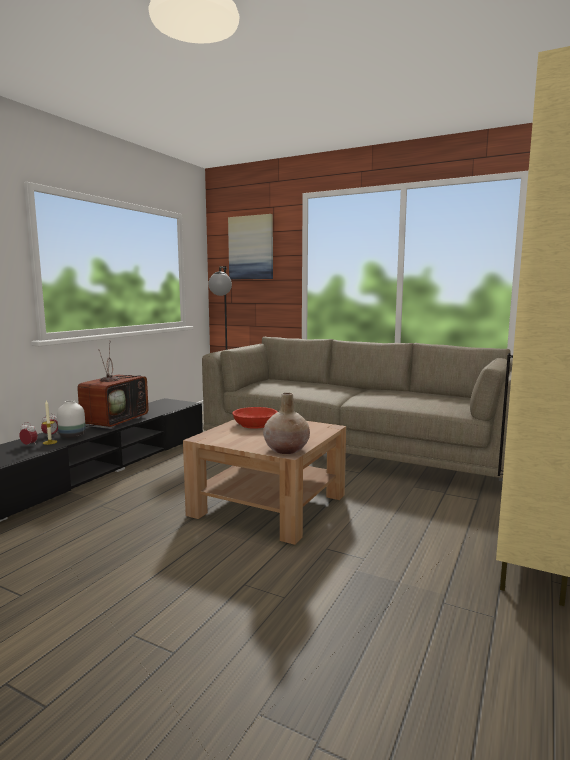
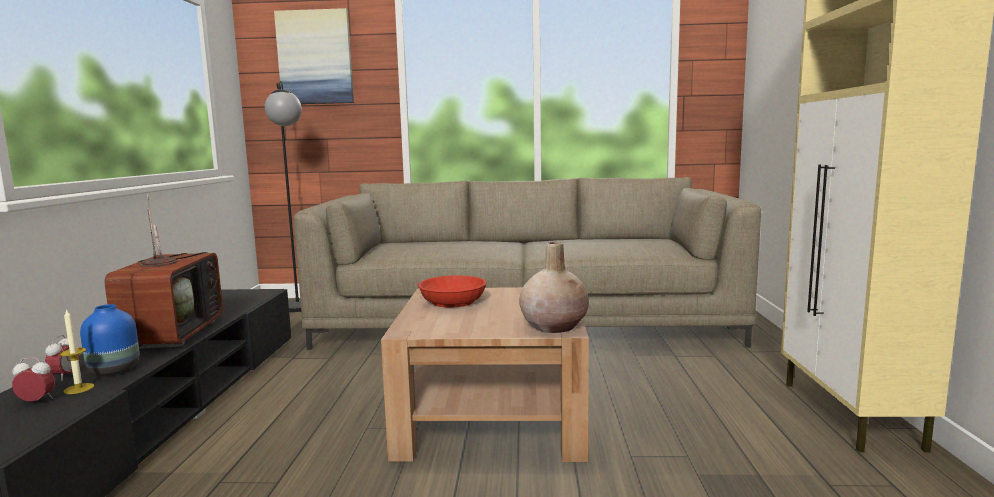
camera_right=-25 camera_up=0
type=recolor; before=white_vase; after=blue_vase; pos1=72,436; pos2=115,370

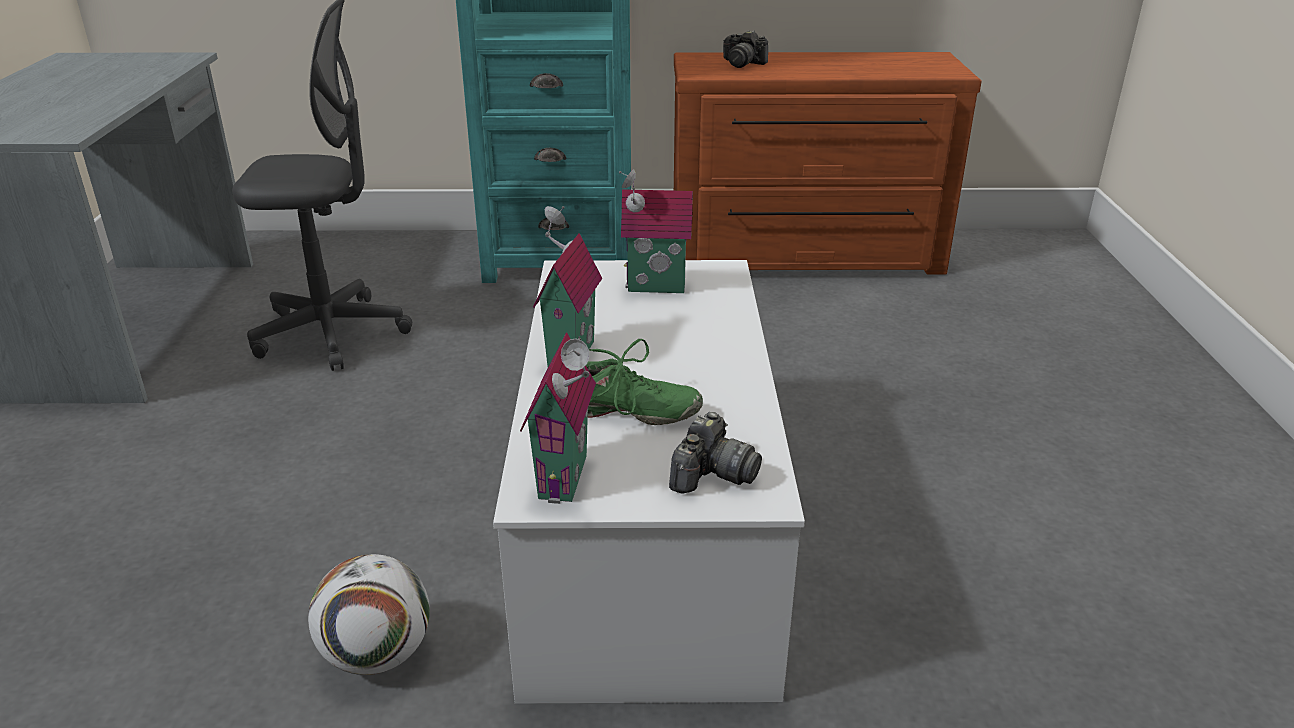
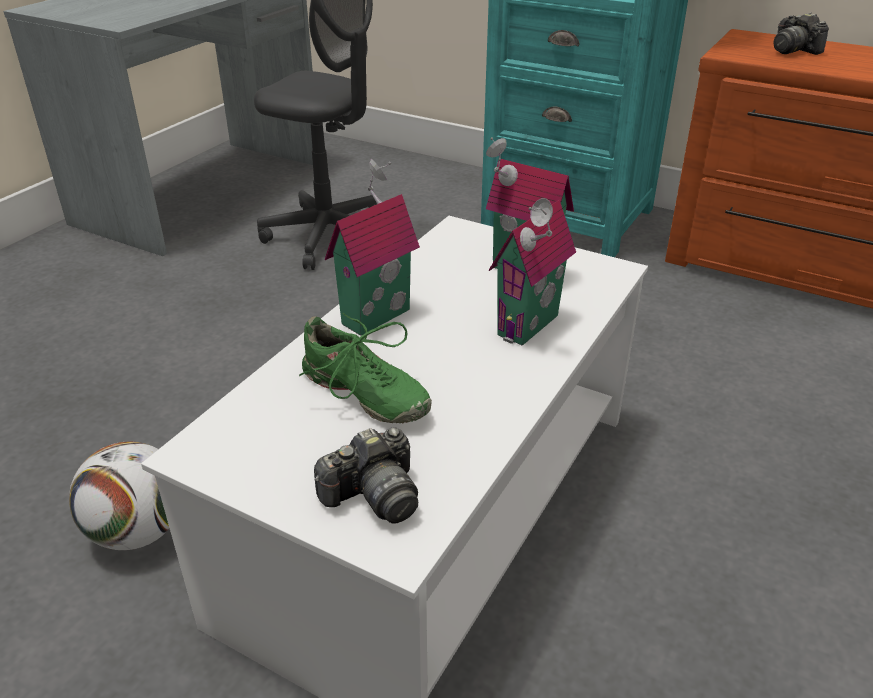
camera_right=30 camera_up=5
type=move; before=toy_house; pos1=568,477; pos2=531,327

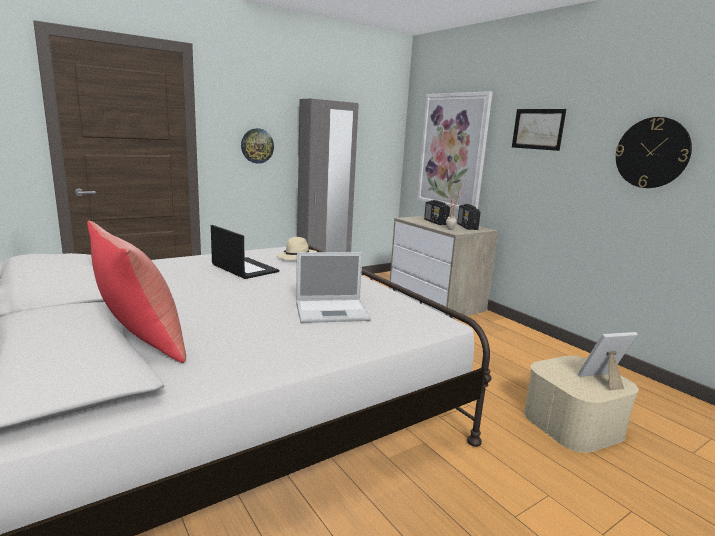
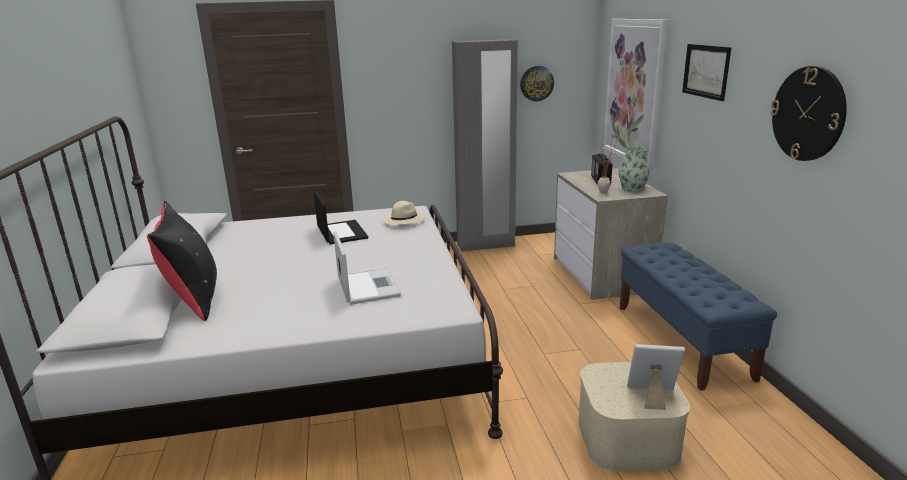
camera_right=25 camera_up=5
type=recolor; before=red_pillow; after=black_pillow; pos1=140,342; pos2=194,299
type=move; before=wall_clock; pos1=257,146; pos2=536,83
type=rotate; before=laptop; pos1=333,311; pos2=367,286; turn=-120
type=replace; before=radio; after=vase; pos1=467,227; pos2=632,188
type=insert; after=blue_bench; pos2=682,341

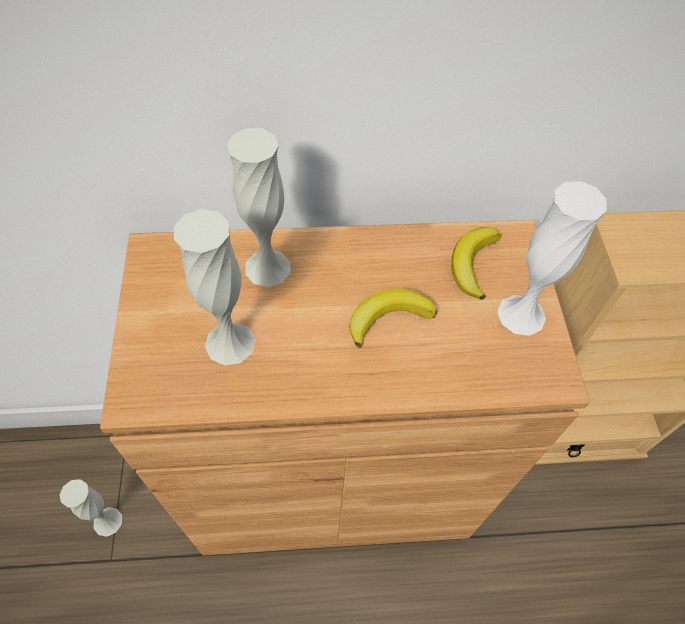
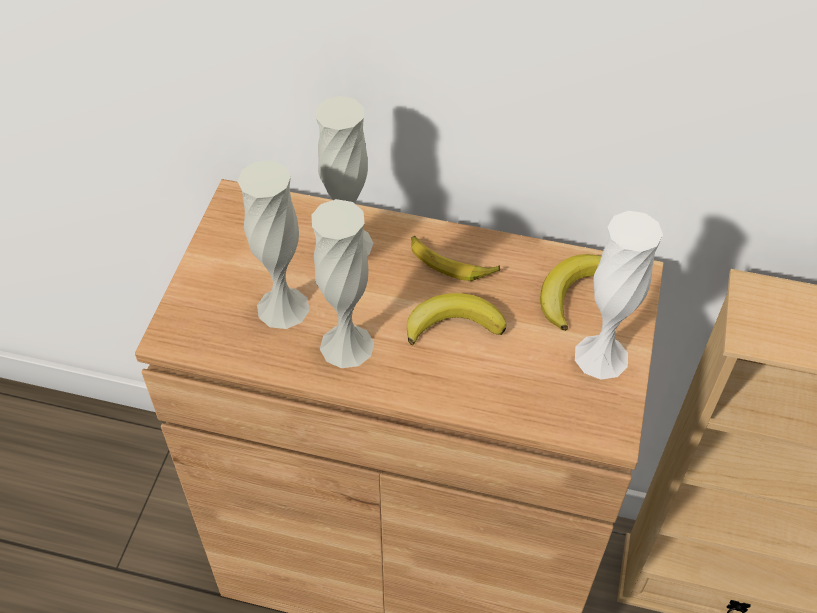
camera_right=20 camera_up=-5
type=move; before=white_vase; pos1=107,521; pos2=347,345
type=insert; after=banana; pos2=451,263

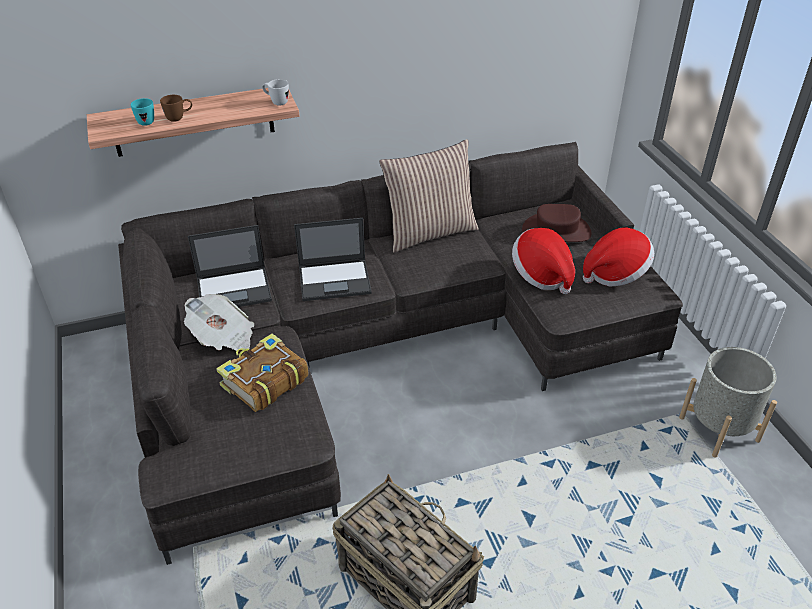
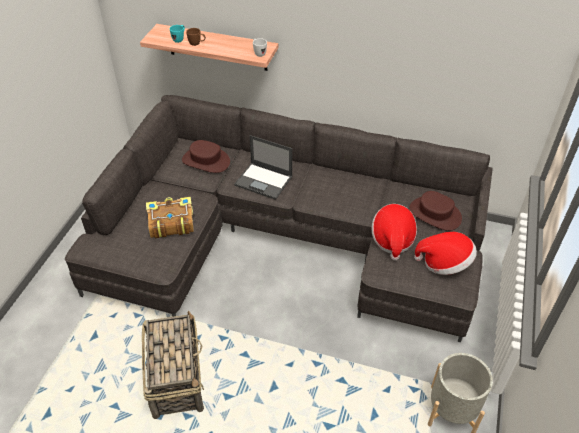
camera_right=35 camera_up=5
type=delete; before=newspaper; pos1=223,337
type=replace; before=laptop; after=brown_hat; pos1=235,289; pos2=206,161
type=delete; before=pillow; pos1=429,232

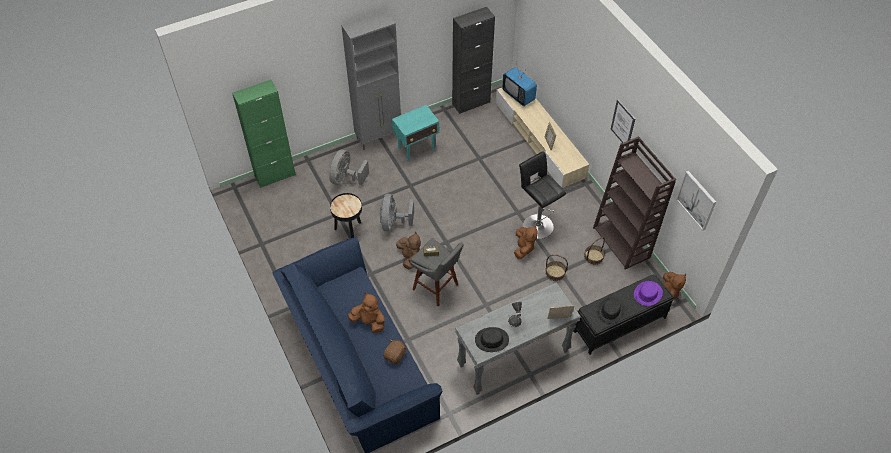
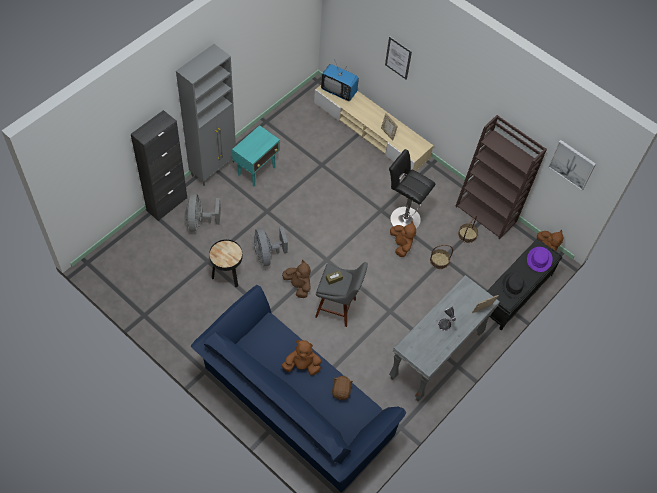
camera_right=-25 camera_up=5
type=delete; before=green_cabinet; pos1=275,175
type=move; before=black_cabinet; pos1=471,103; pos2=167,204
type=delete; before=black_hat; pos1=491,340
type=move; before=picture; pos1=623,124; pos2=398,58

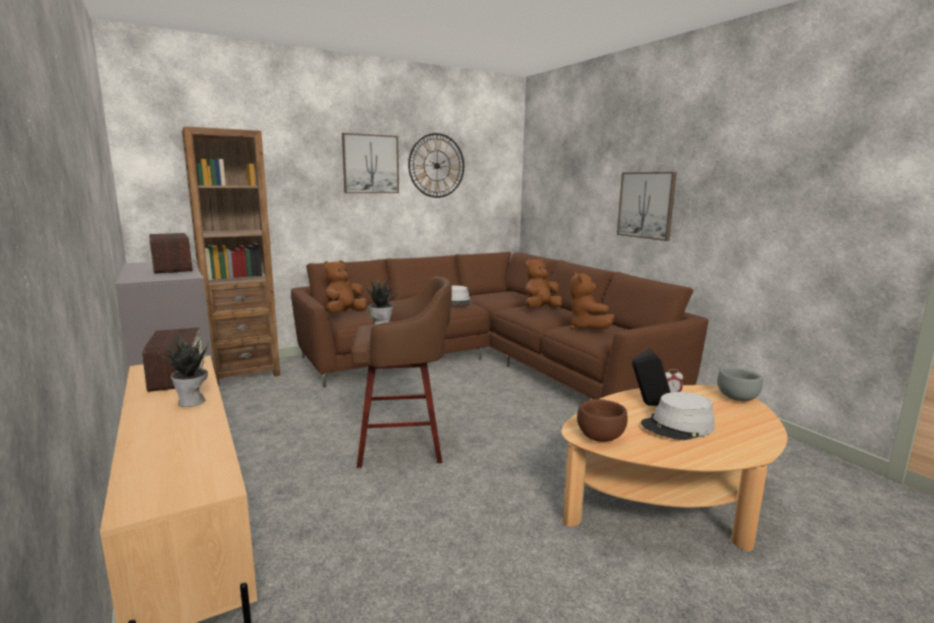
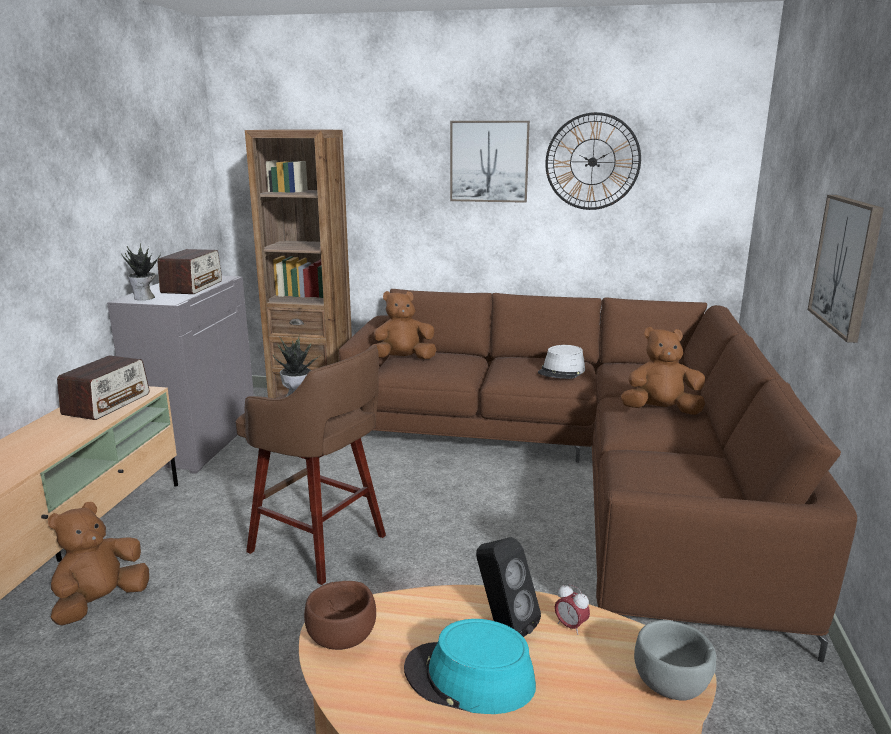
camera_right=40 camera_up=5
type=move; before=potted_plant; pos1=193,402; pos2=145,298
type=move; before=brown_plush_toy; pos1=587,328; pos2=101,603
type=recolor; before=grey_hat; after=turquoise_hat; pos1=678,426; pos2=469,678

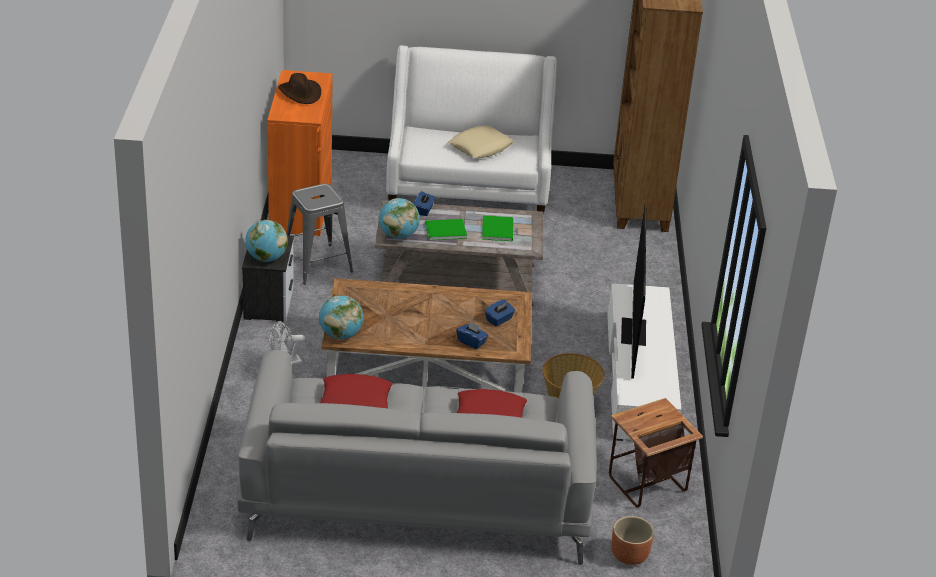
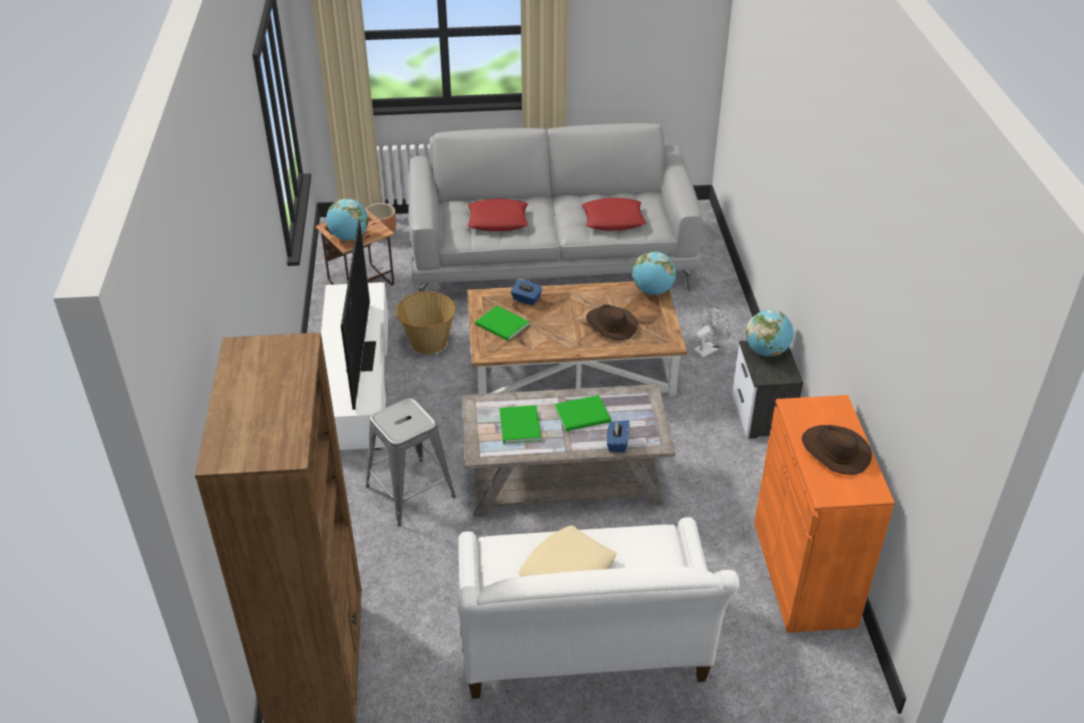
camera_right=175 camera_up=5
type=move; before=grey_stool; pos1=317,264; pos2=410,491
type=move; before=globe; pos1=398,235; pos2=349,237
type=replace; before=blue_tissue_box; after=green_book; pos1=499,320; pos2=502,326
type=insert; after=brown_hat; pos2=610,325

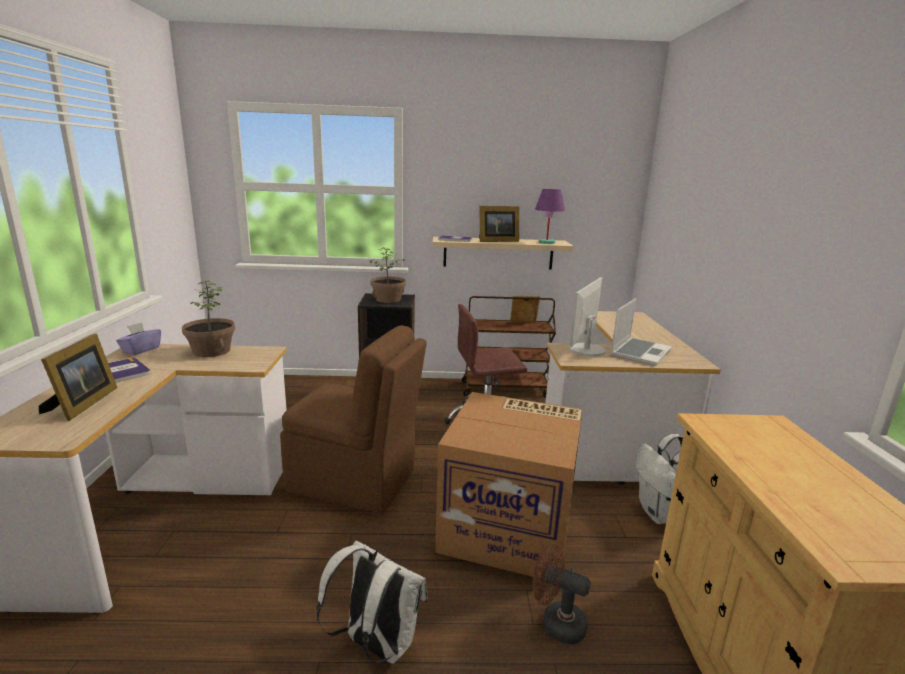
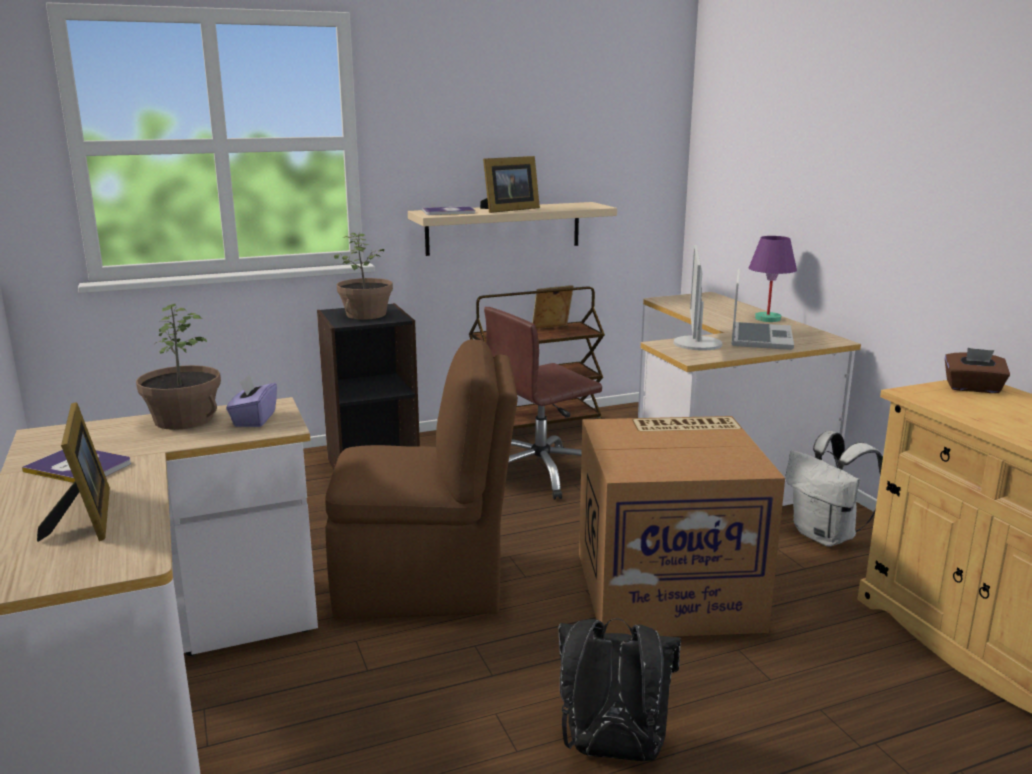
camera_right=-20 camera_up=0
type=move; before=purple_tissue_box; pos1=141,350; pos2=254,419
type=recolor; before=white_backpack; after=black_backpack; pos1=376,645; pos2=612,751
type=delete; before=brown_fan; pos1=556,623
type=move; before=purple_table_lamp; pos1=547,242; pos2=767,318
type=insert; after=brown_tissue_box; pos2=973,388

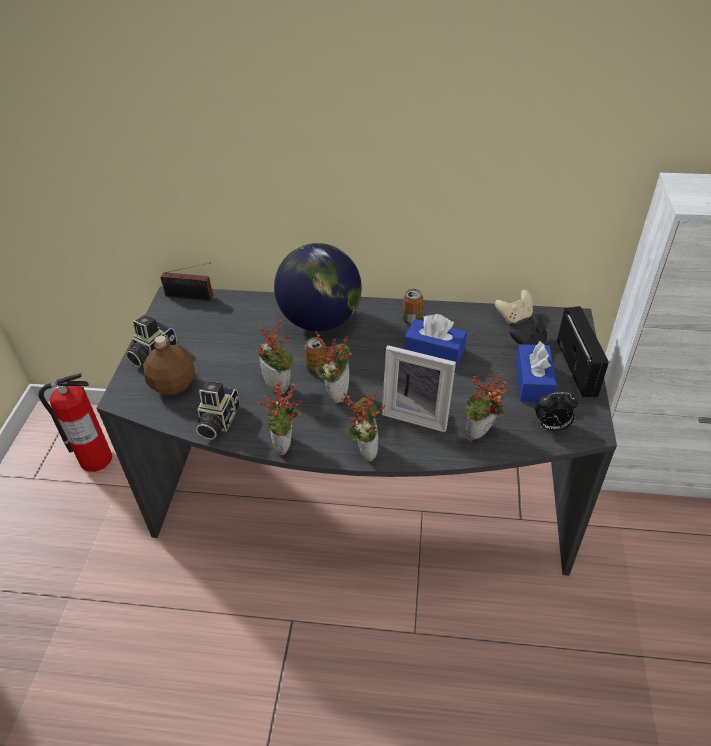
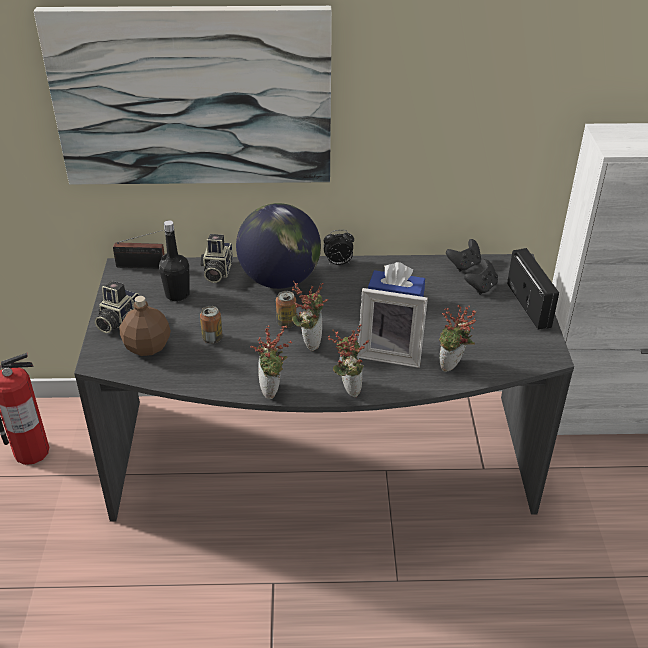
camera_right=-10 camera_up=-5
type=move; before=photo_camera; pos1=217,421; pos2=216,271
type=delete; before=potted_plant; pos1=280,386
type=move; before=can; pos1=412,320; pos2=212,338
type=recolor; before=beige_game_controller; after=black_game_controller; pos1=514,317; pos2=464,265
type=delete; before=blue_tissue_box; pos1=533,382
type=move; before=alarm_clock; pos1=551,426; pos2=338,263
type=insert; after=picture; pos2=193,97
type=insert; after=black_bottle; pos2=177,294

